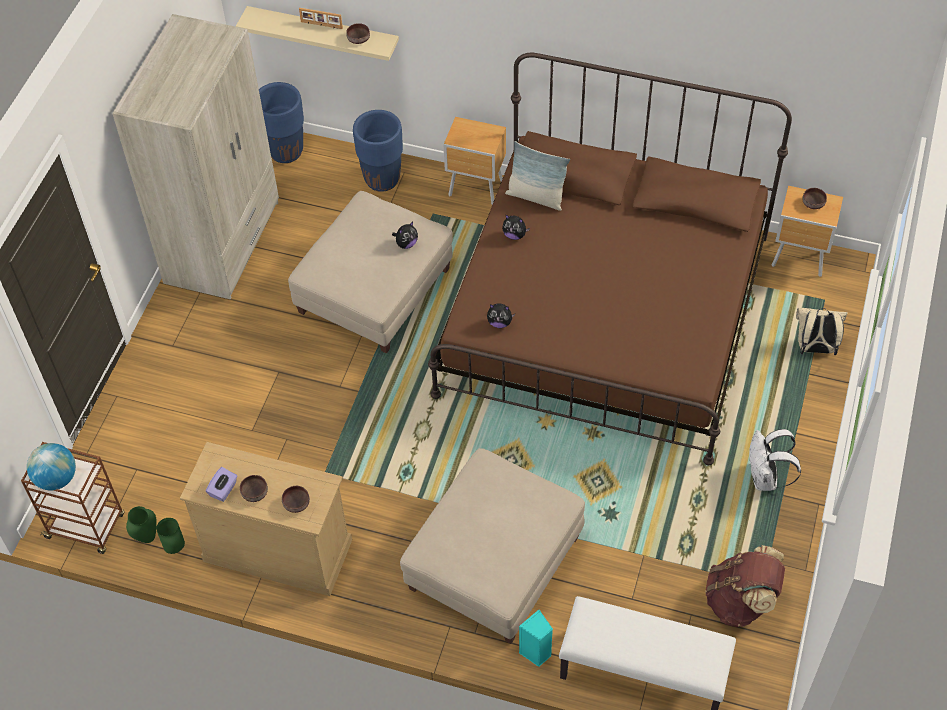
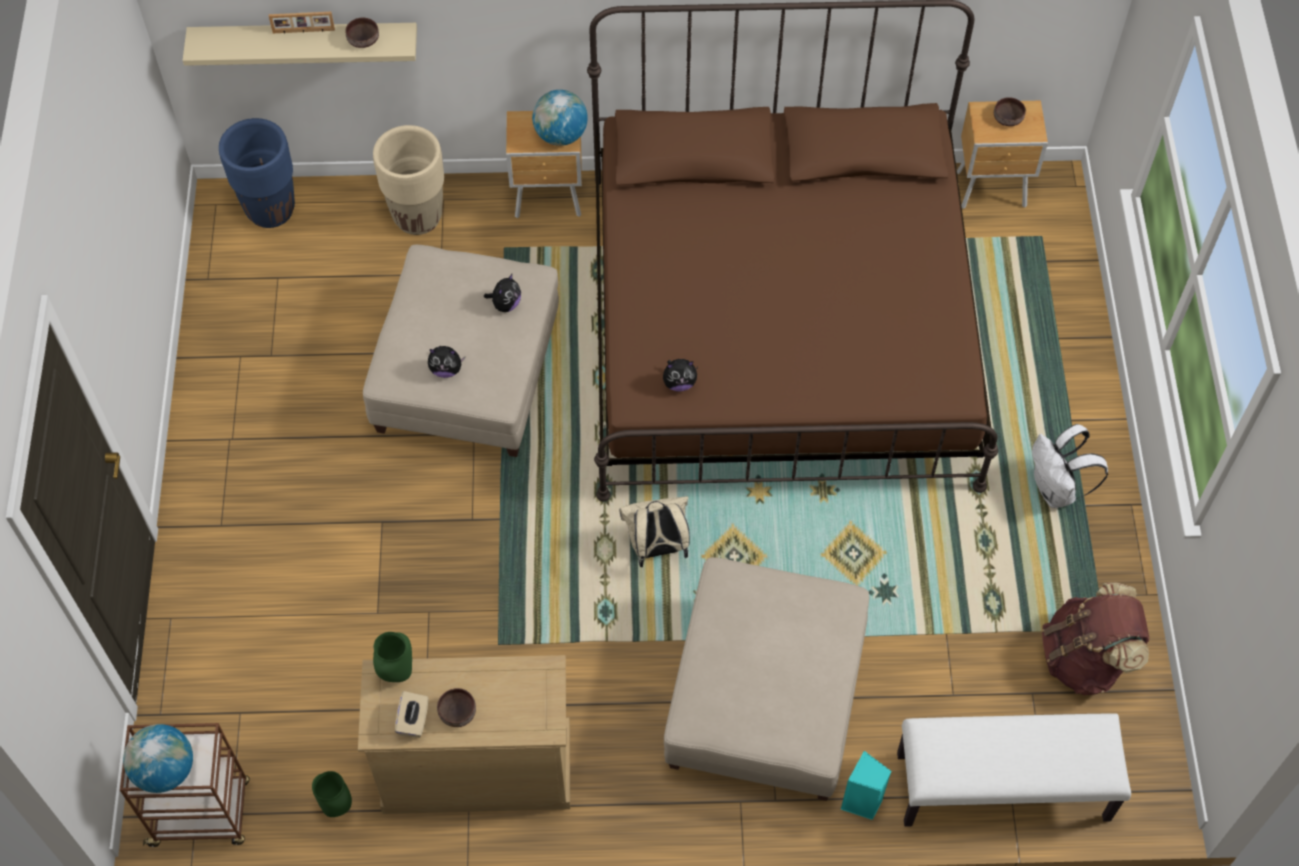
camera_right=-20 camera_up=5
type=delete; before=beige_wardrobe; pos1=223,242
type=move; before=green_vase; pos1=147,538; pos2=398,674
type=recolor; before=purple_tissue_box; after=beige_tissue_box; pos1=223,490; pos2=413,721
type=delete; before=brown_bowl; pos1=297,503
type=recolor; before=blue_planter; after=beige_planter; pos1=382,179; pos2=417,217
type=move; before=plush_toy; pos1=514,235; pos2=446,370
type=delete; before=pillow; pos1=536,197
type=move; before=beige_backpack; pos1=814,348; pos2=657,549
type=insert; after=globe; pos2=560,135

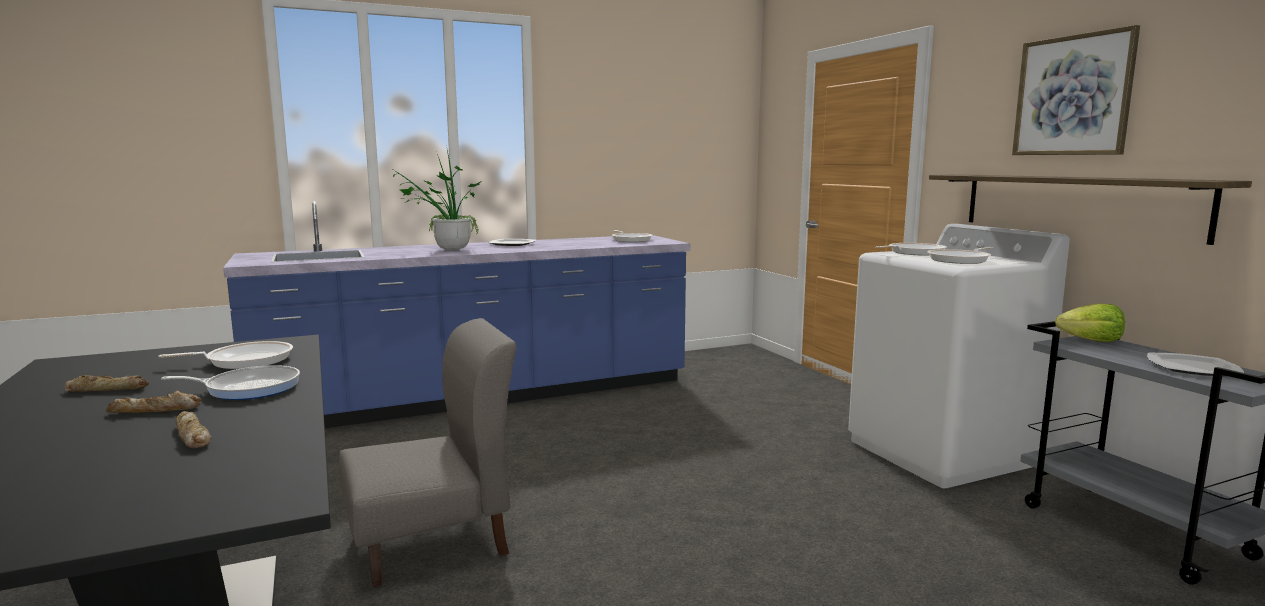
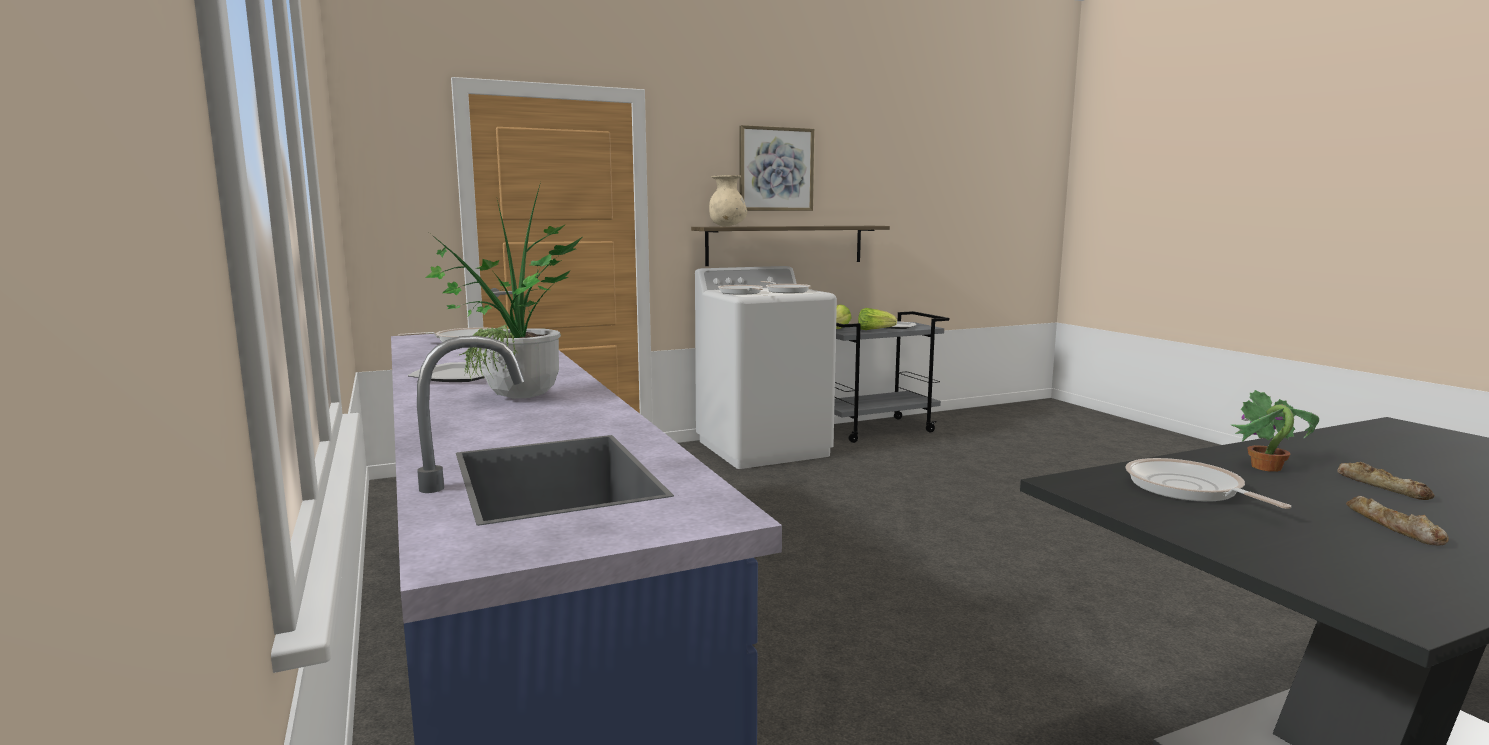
camera_right=-90 camera_up=0
type=replace; before=frying_pan; after=potted_plant; pos1=248,388; pos2=1265,468
type=delete; before=bread; pos1=191,436
type=delete; before=grey_chair; pos1=432,542
type=insert; after=beige_vase; pos2=727,226
type=insert; after=lettuce; pos2=874,330

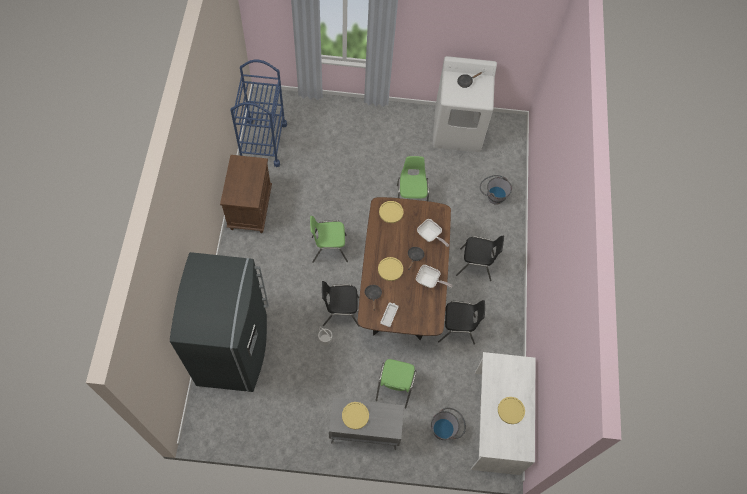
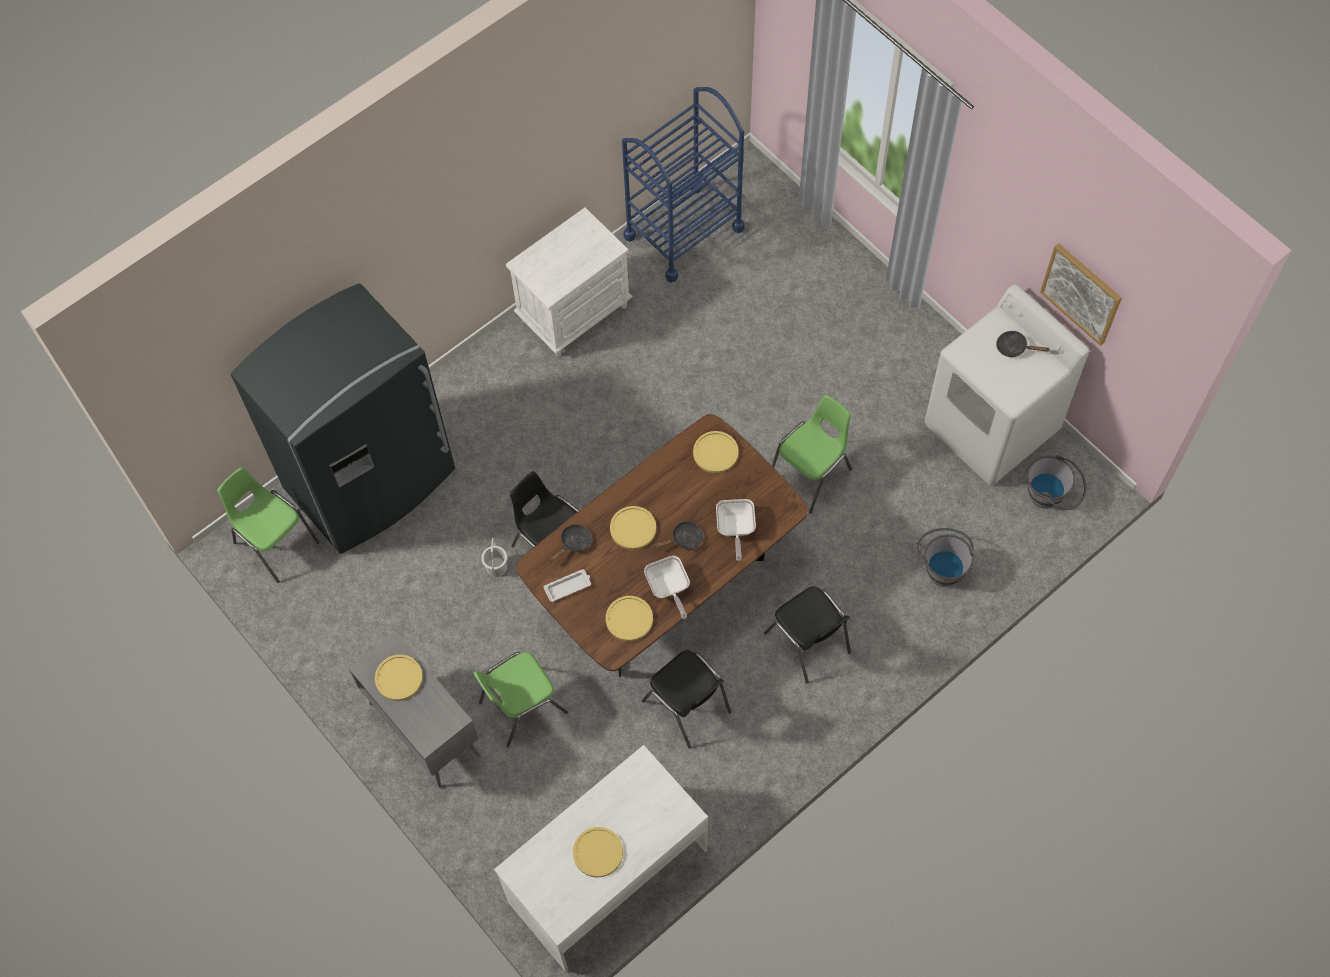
camera_right=50 camera_up=0
type=recolor; before=brown_nightstand; after=white_nightstand; pos1=250,209; pos2=574,312
type=move; before=green_chair; pos1=329,248; pos2=275,542
type=move; before=grey_bucket; pos1=446,429; pos2=1051,496
type=insert; after=yellow_plate; pos2=629,619
type=insert; after=picture; pos2=1081,293

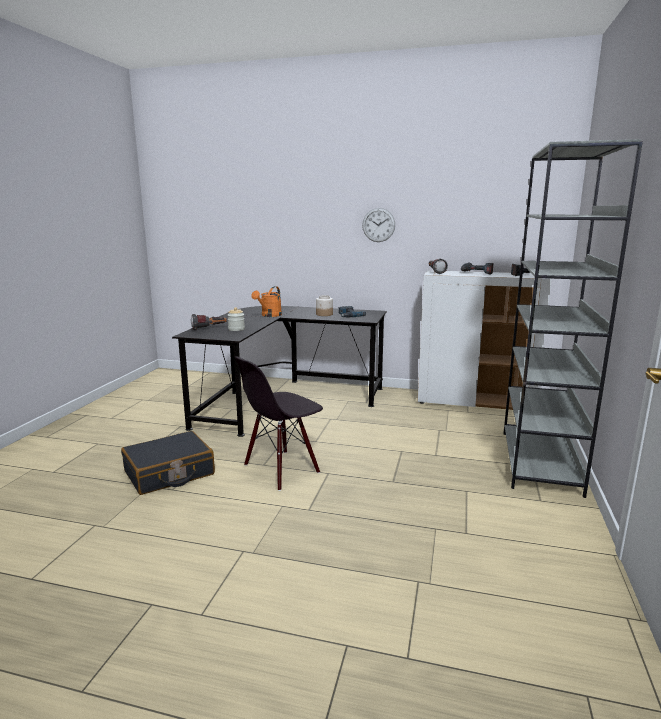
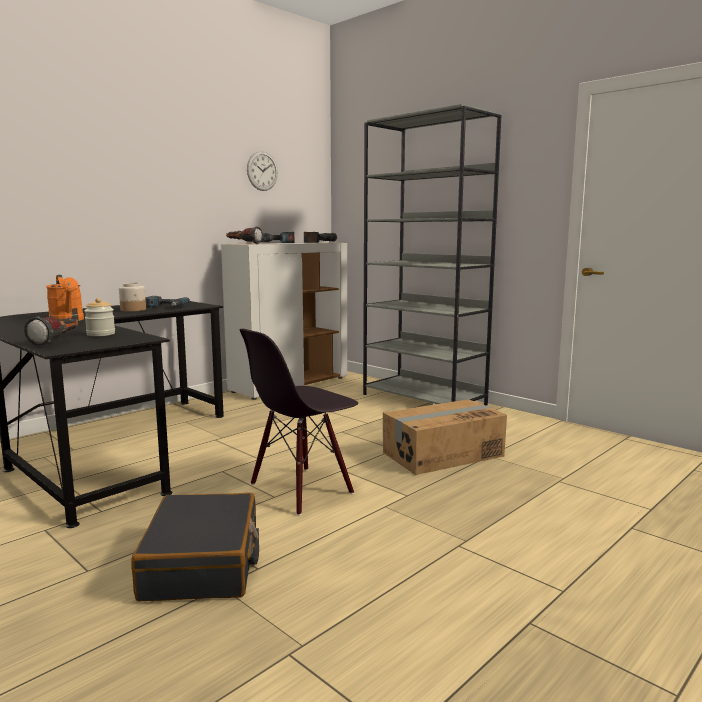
camera_right=-60 camera_up=-5
type=rotate; before=black_chair; pos1=281,469; pos2=301,489; turn=60
type=move; before=wall_clock; pos1=378,225; pos2=262,171
type=insert; after=cardboard_box; pos2=442,454

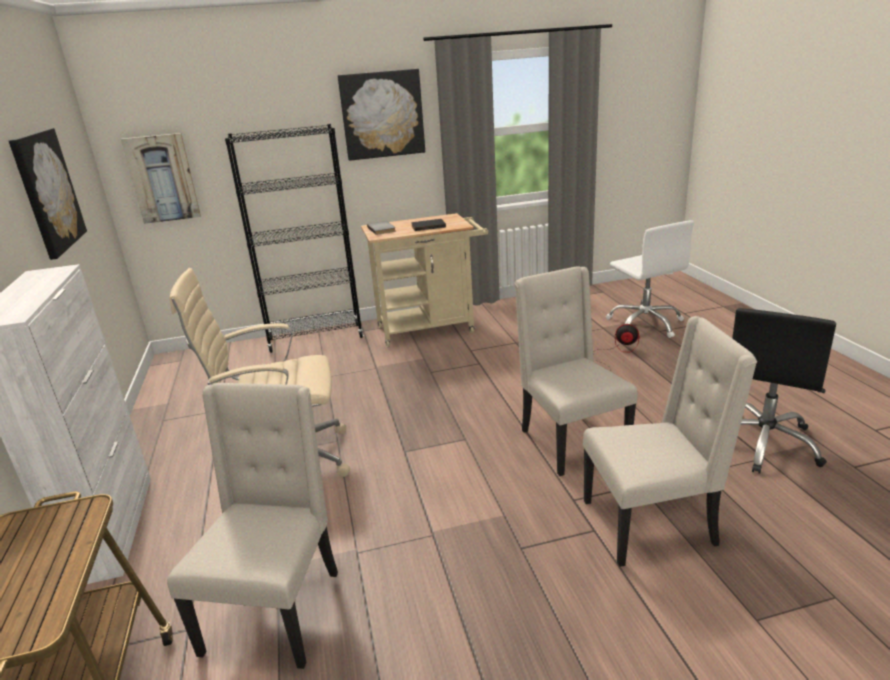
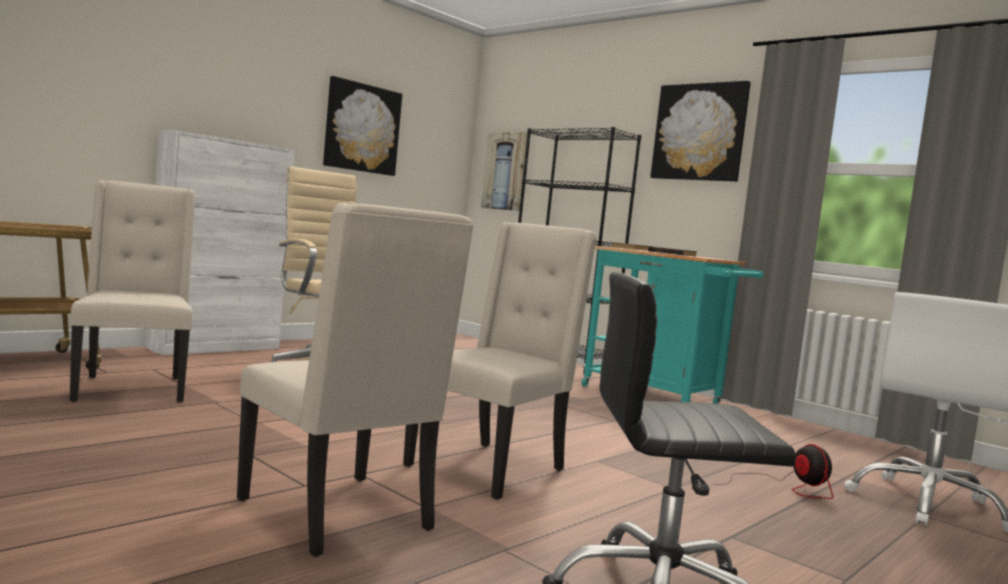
camera_right=55 camera_up=-20
type=rotate; before=beige_chair; pos1=276,610; pos2=131,388; turn=-90
type=recolor; before=beige_cart; after=turquoise_cart; pos1=431,328; pos2=658,398

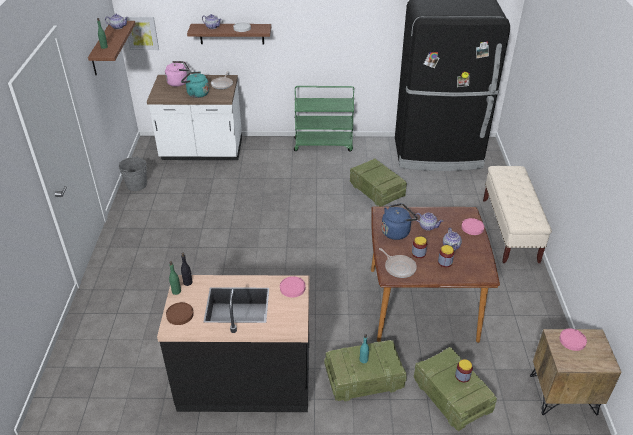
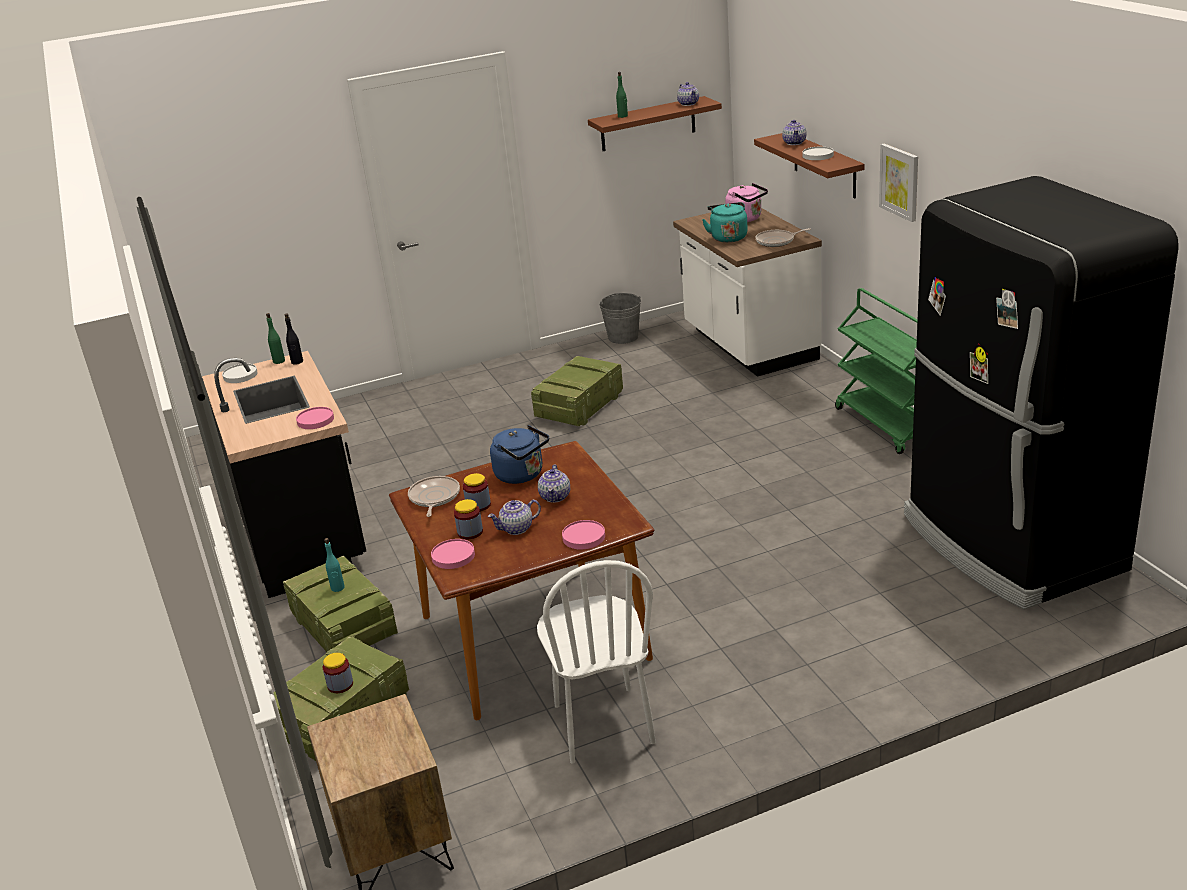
camera_right=70 camera_up=-10
type=move; before=picture; pos1=141,33; pos2=900,182
type=recolor; before=brown_plate; after=white_plate; pos1=180,314; pos2=240,375
type=move; before=crate; pos1=377,191; pos2=579,407
type=rotate; before=frying_pan; pos1=399,267; pos2=434,498; turn=150
type=delete; before=beige_bench; pos1=510,230
type=move; before=pink_plate; pos1=572,340; pos2=453,556
type=insert; after=white_chair; pos2=602,724

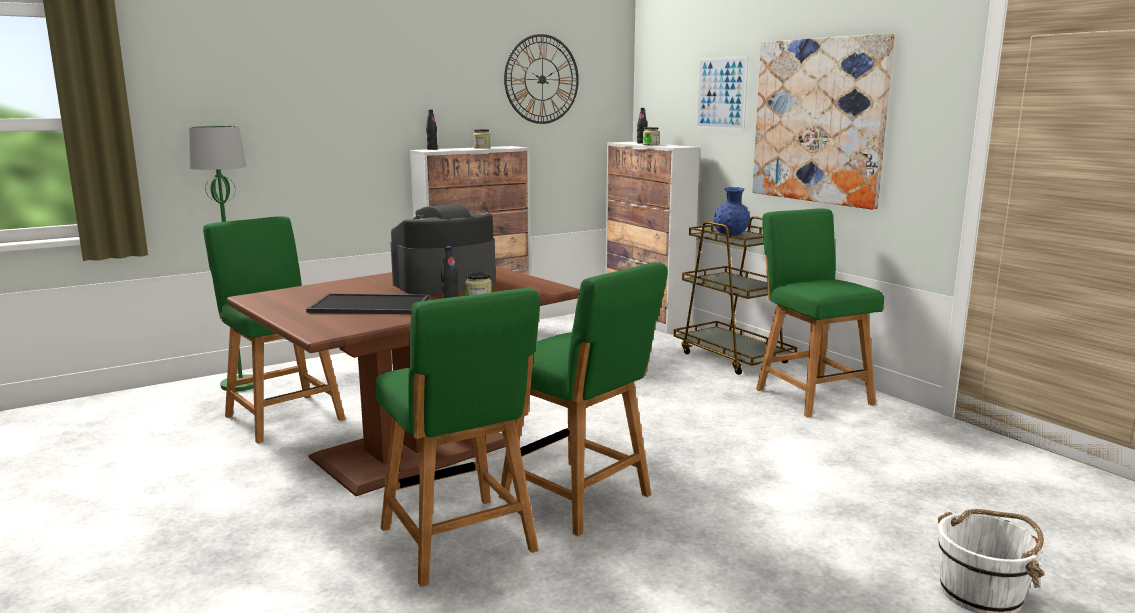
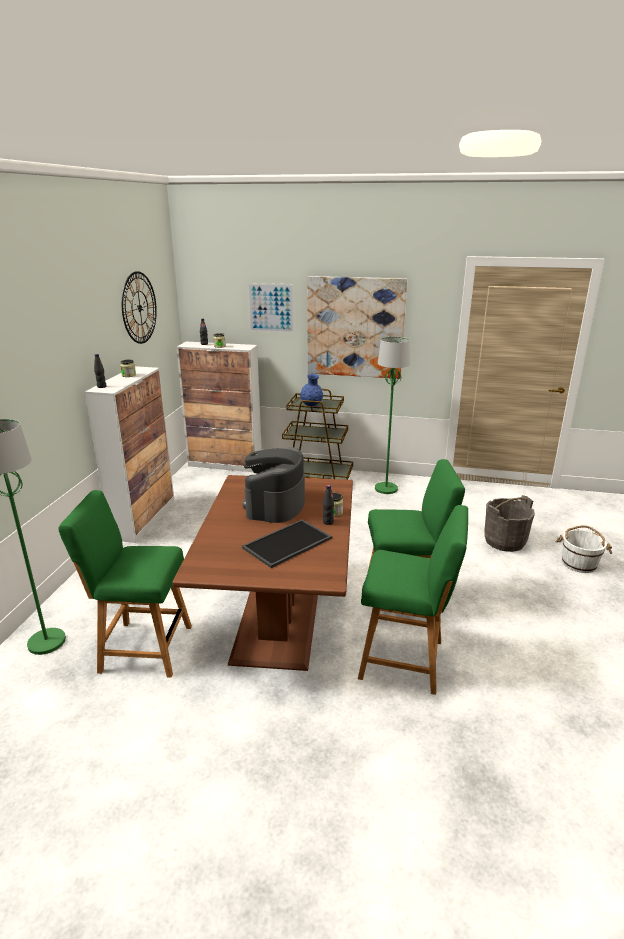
camera_right=-45 camera_up=10
type=replace; before=green_chair; after=green_floor_lamp; pos1=810,395; pos2=386,488
type=insert; after=grey_bucket; pos2=504,541

